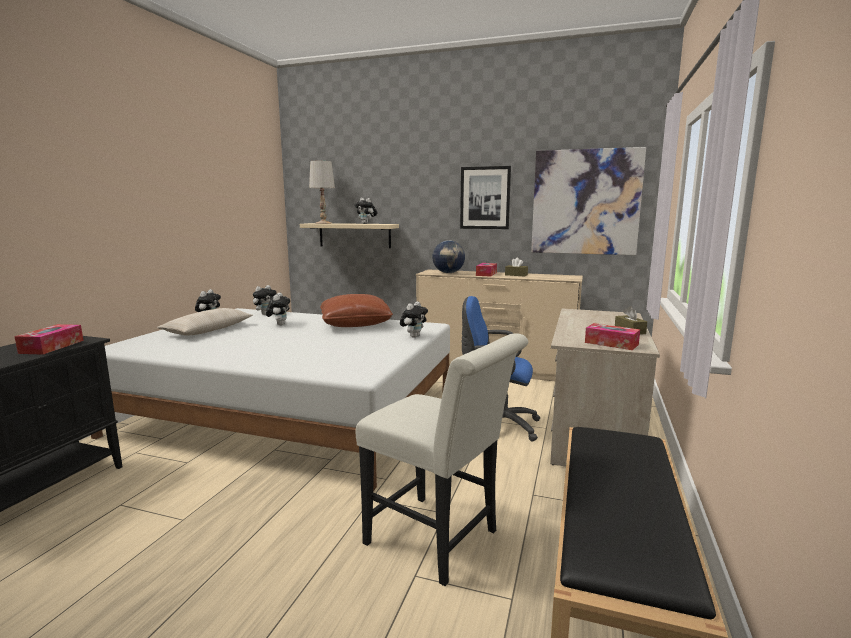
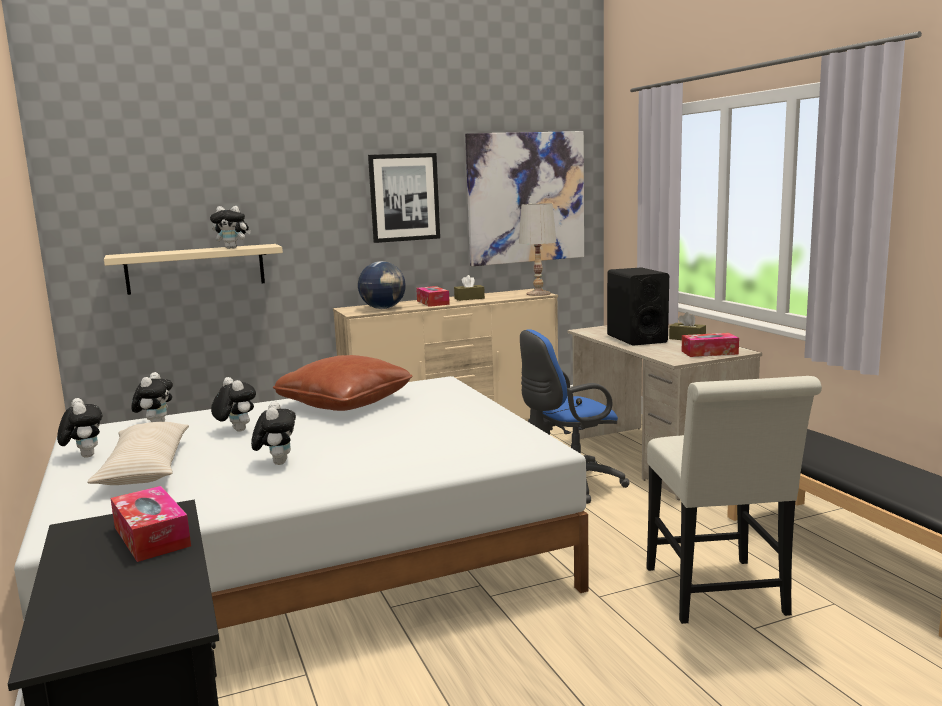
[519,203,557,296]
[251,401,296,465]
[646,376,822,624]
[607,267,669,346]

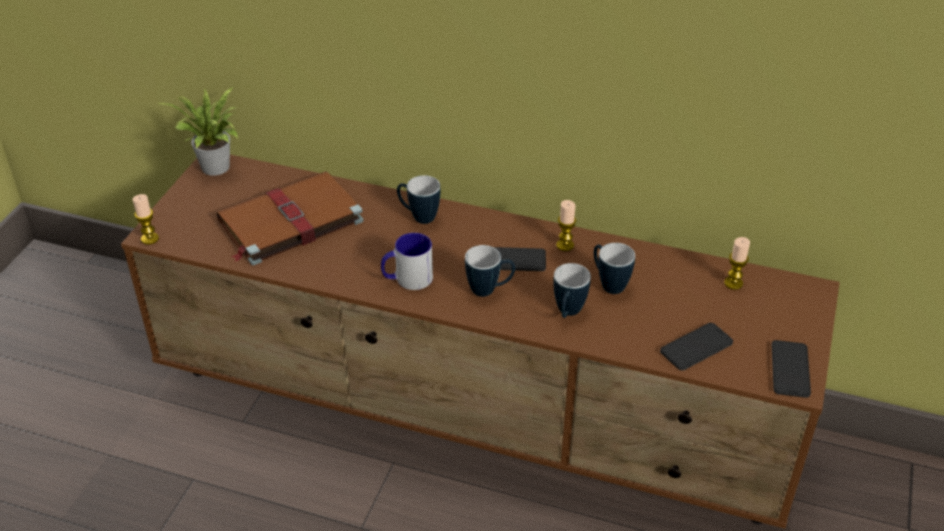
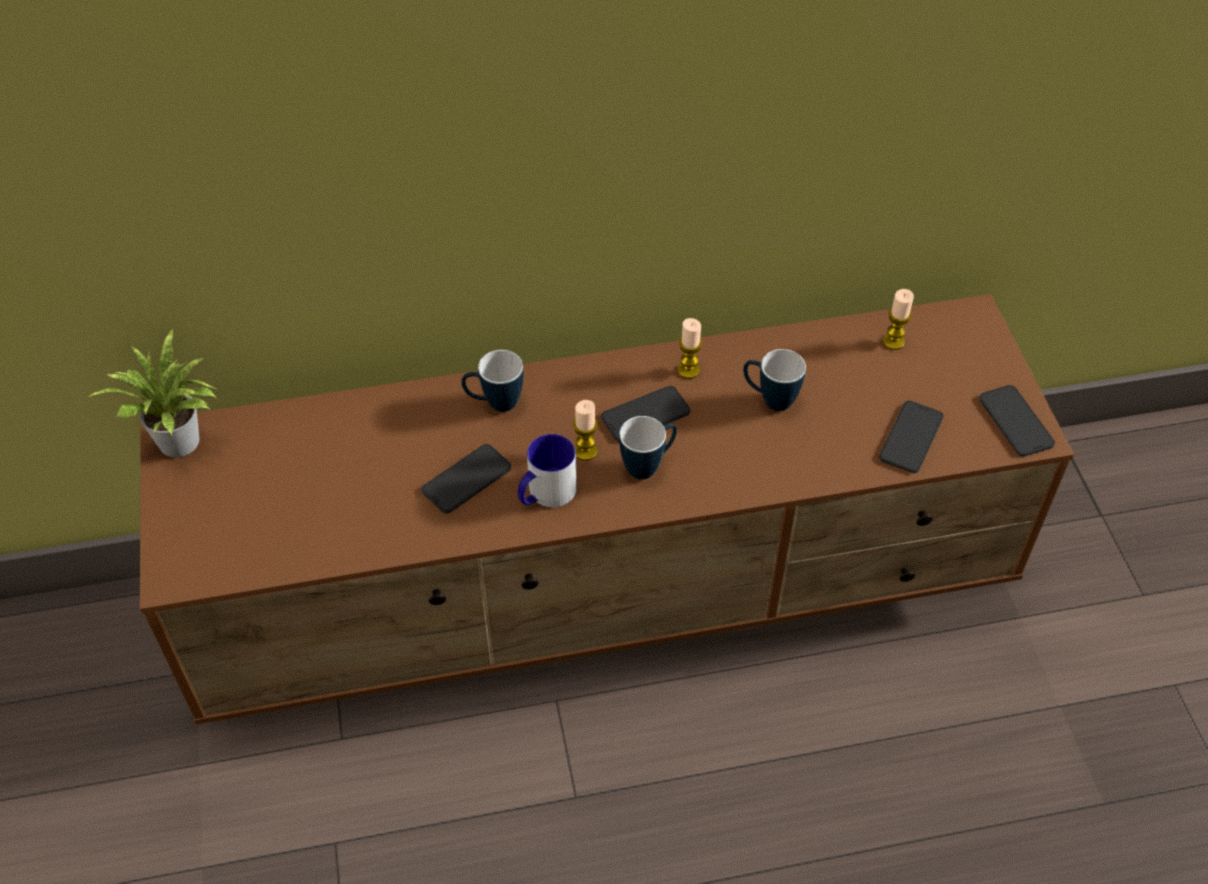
[216,171,363,265] (first image)
[573,400,598,461]
[553,263,591,318] (first image)
[422,444,511,514]

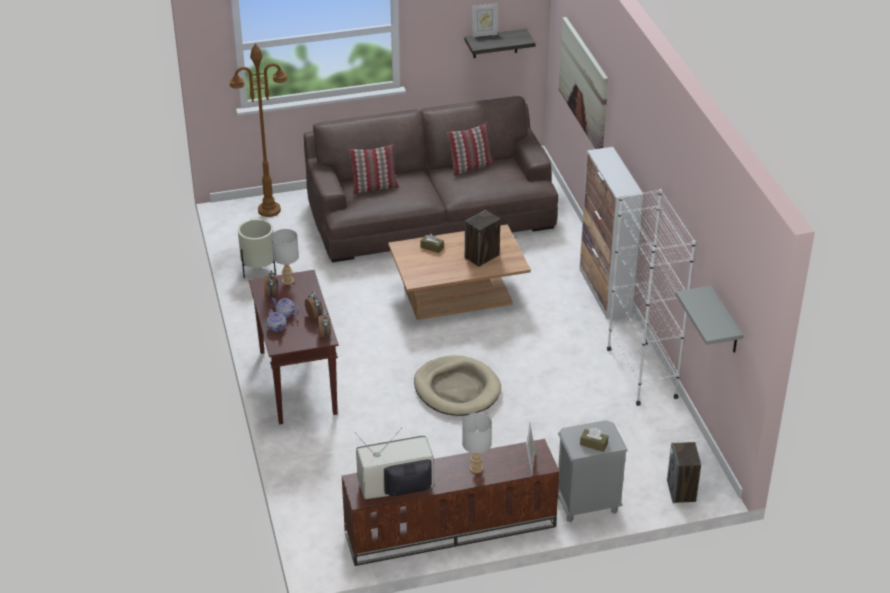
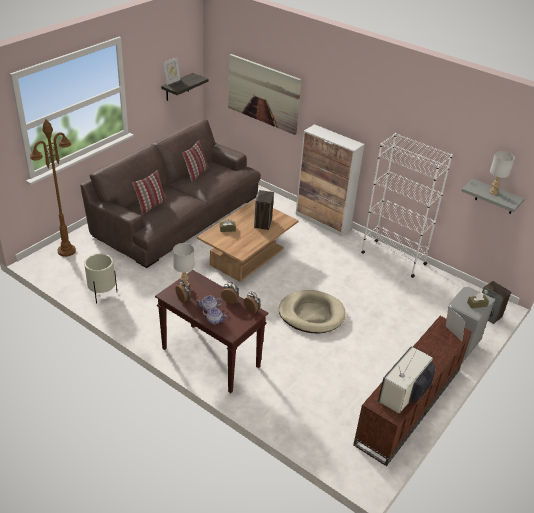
[489,151,515,195]

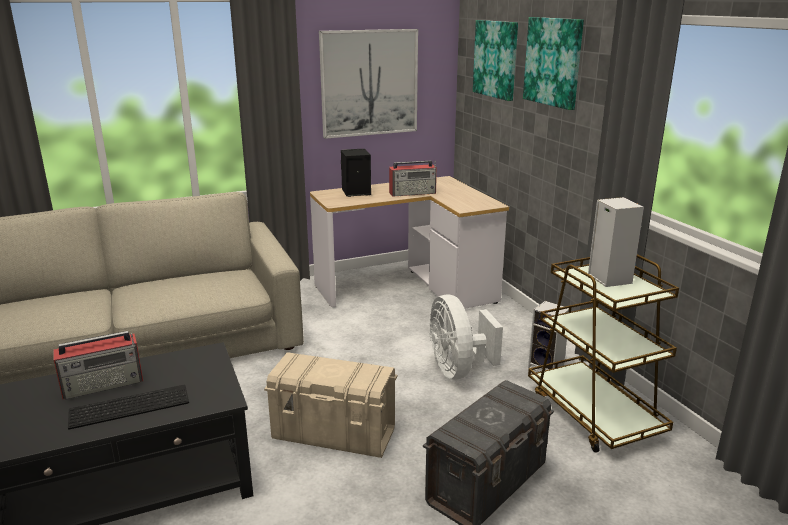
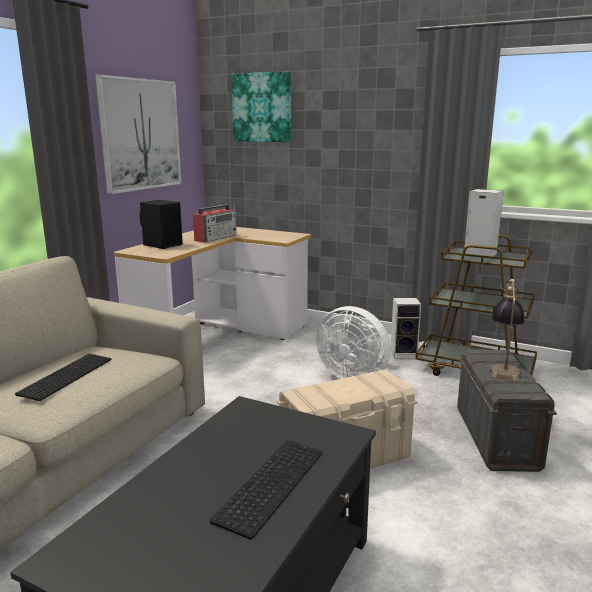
[523,17,584,110] (first image)
[54,331,143,400] (first image)
[489,279,525,381]
[15,354,111,401]

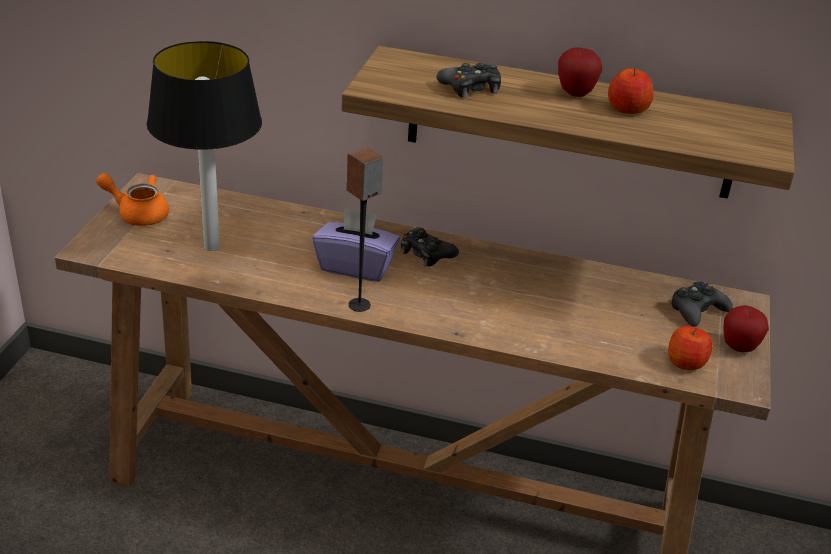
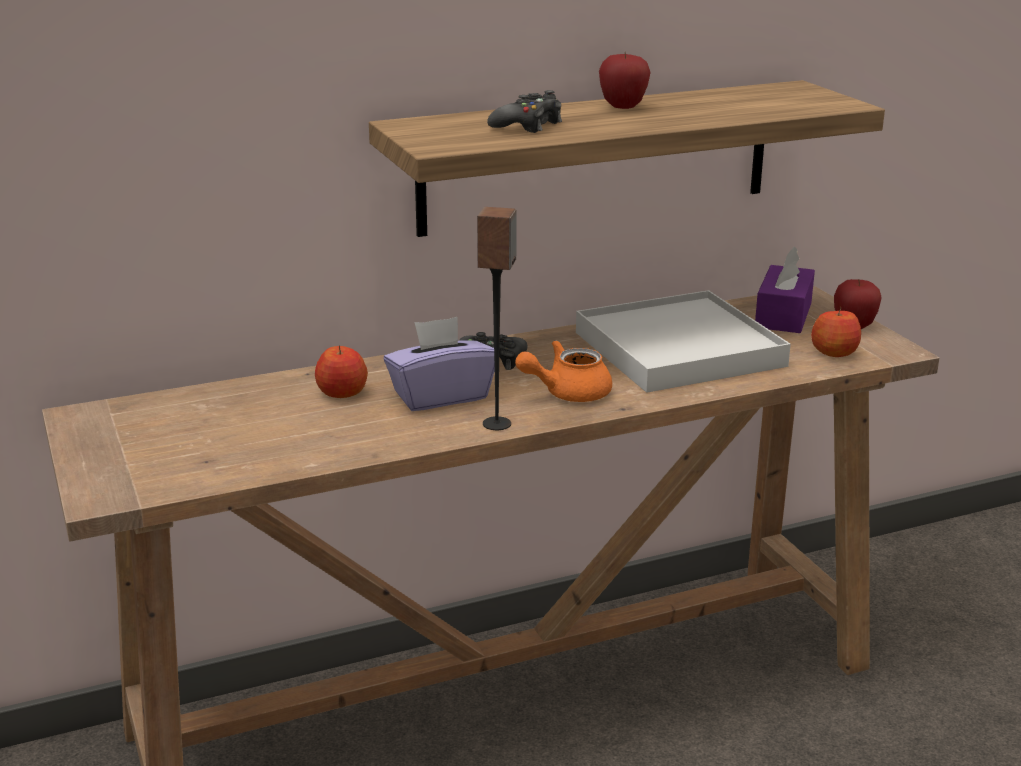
[147,41,262,251] (first image)
[315,345,368,398]
[515,340,612,402]
[755,247,815,333]
[576,290,791,393]

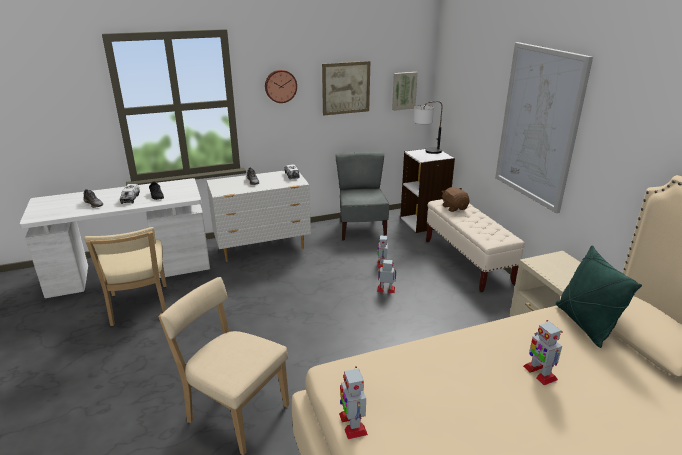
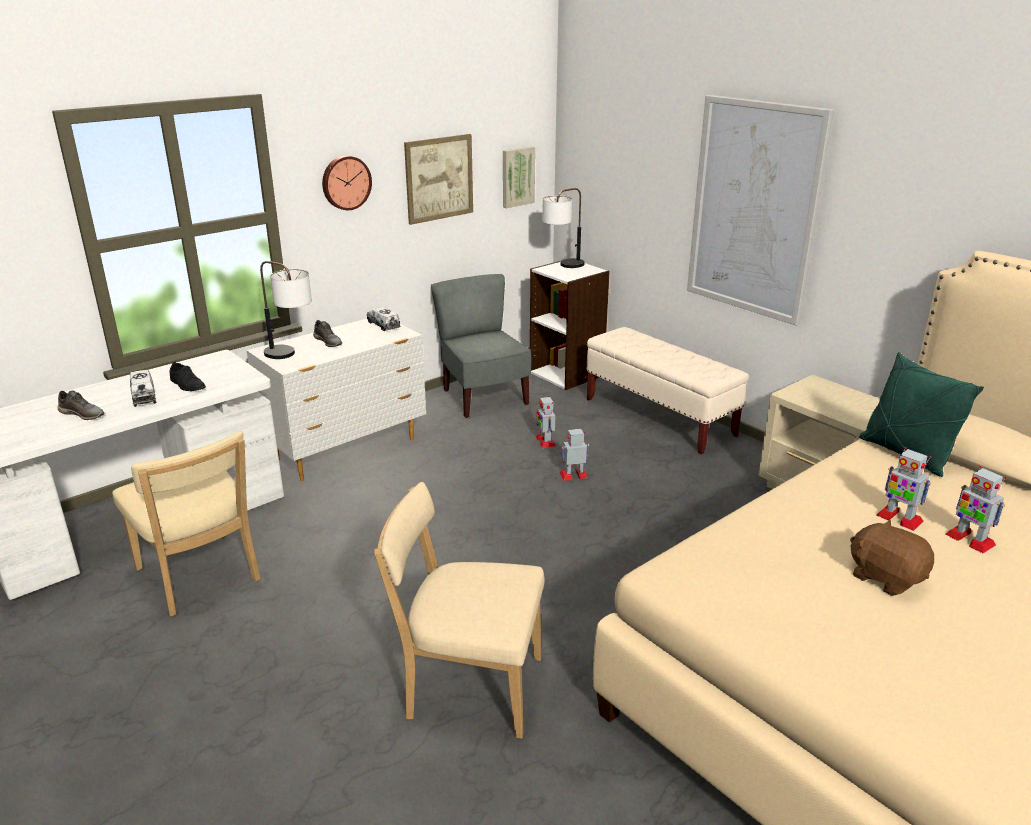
[850,520,934,596]
[945,466,1007,553]
[260,261,312,359]

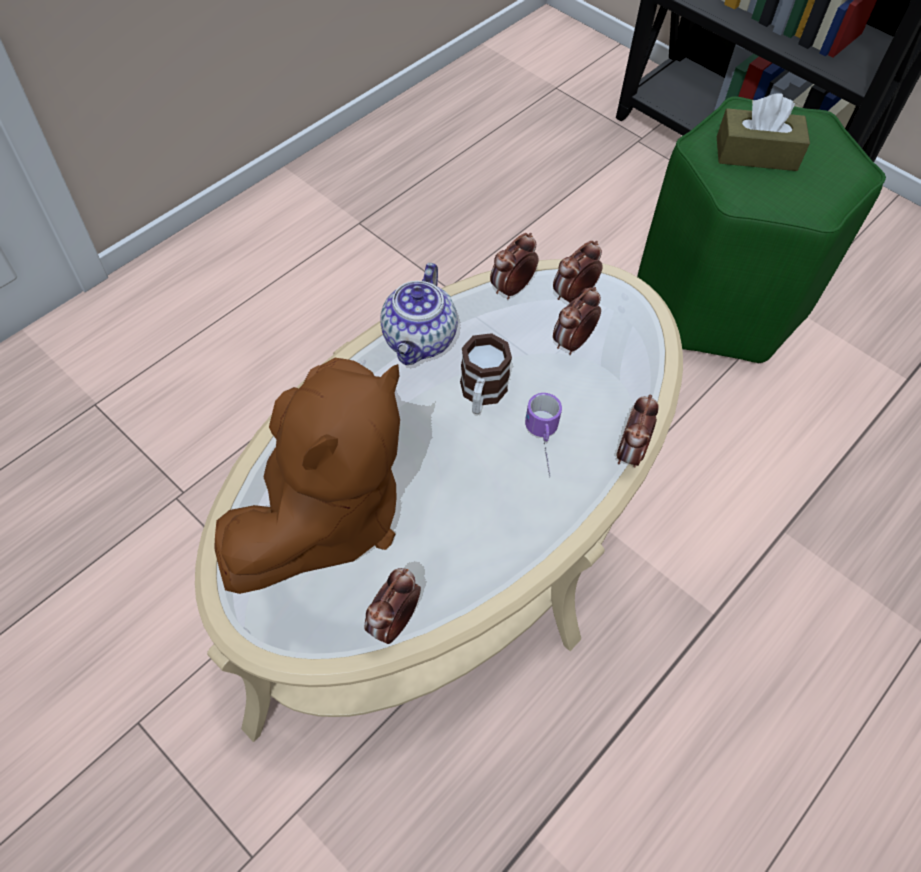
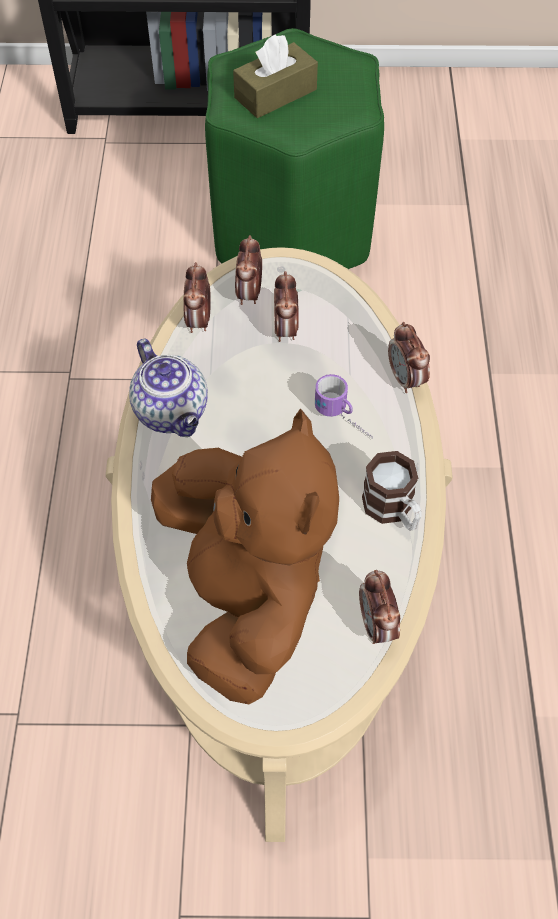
[362,451,422,531]

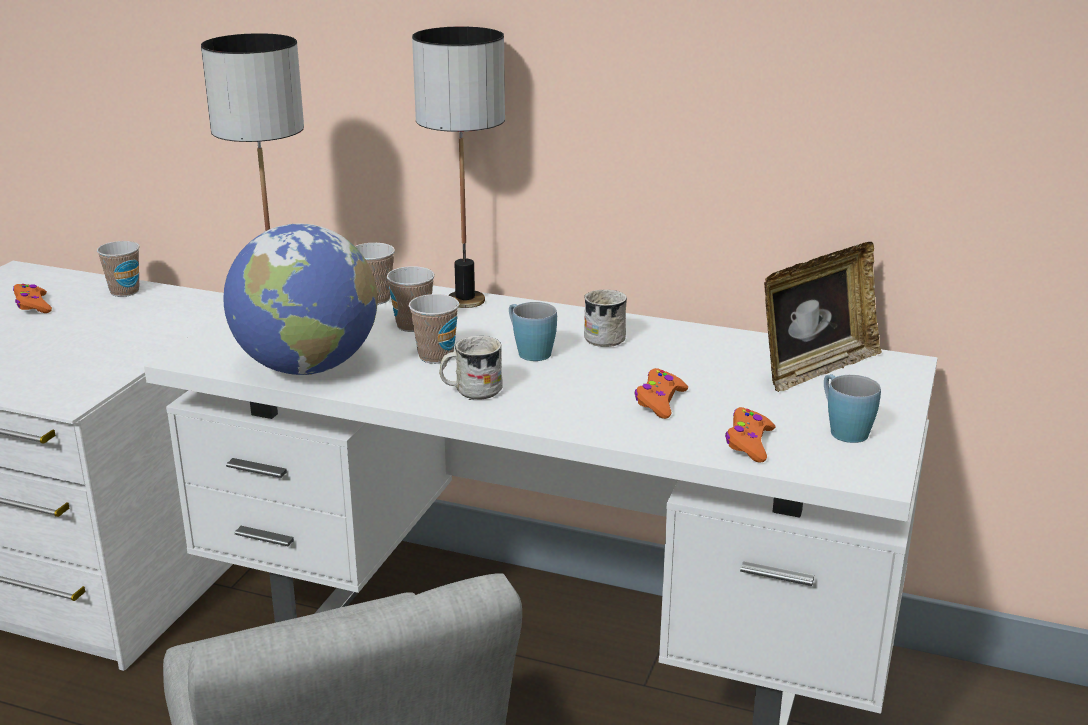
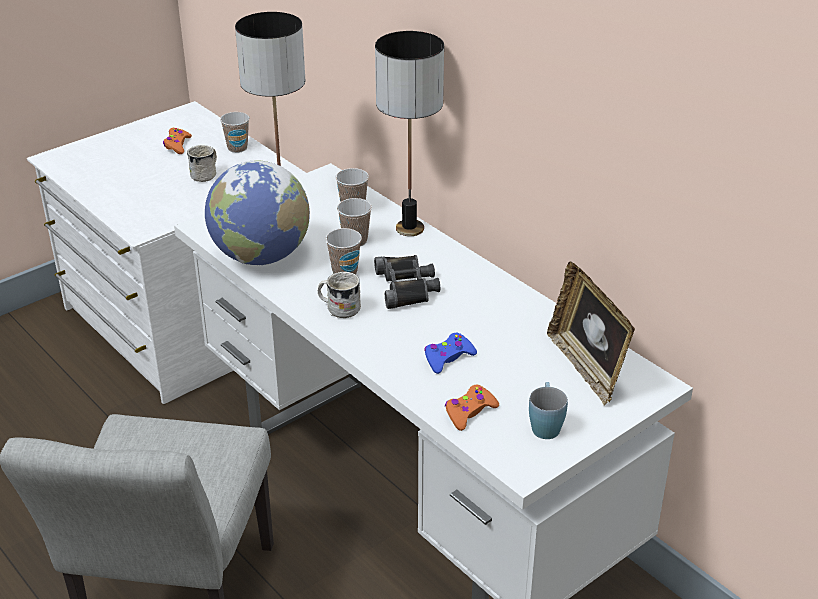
[547,261,635,406]
[187,145,217,182]
[374,255,440,309]
[424,333,477,374]

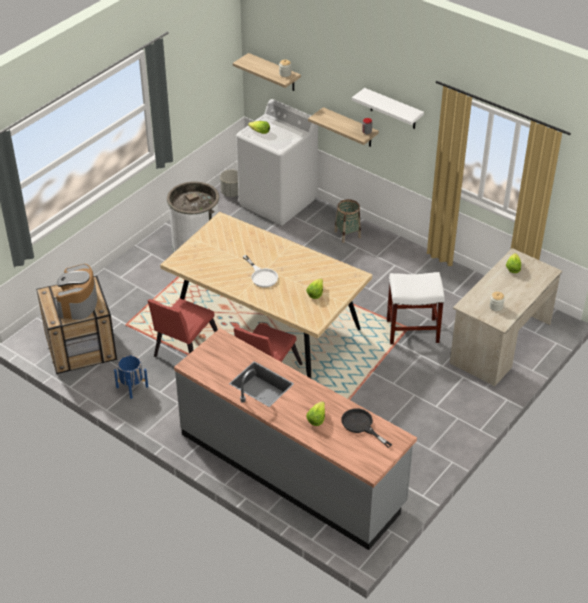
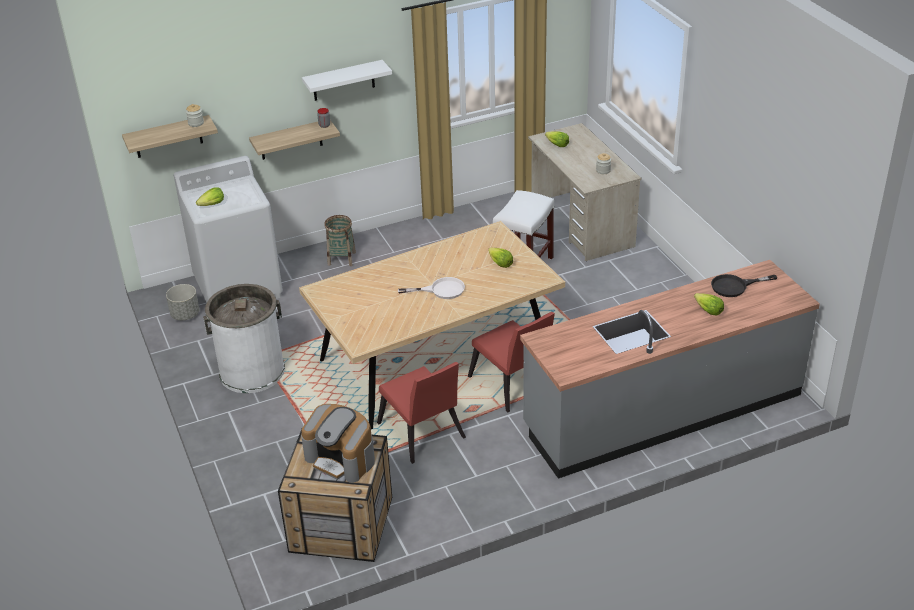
[114,355,148,399] (first image)

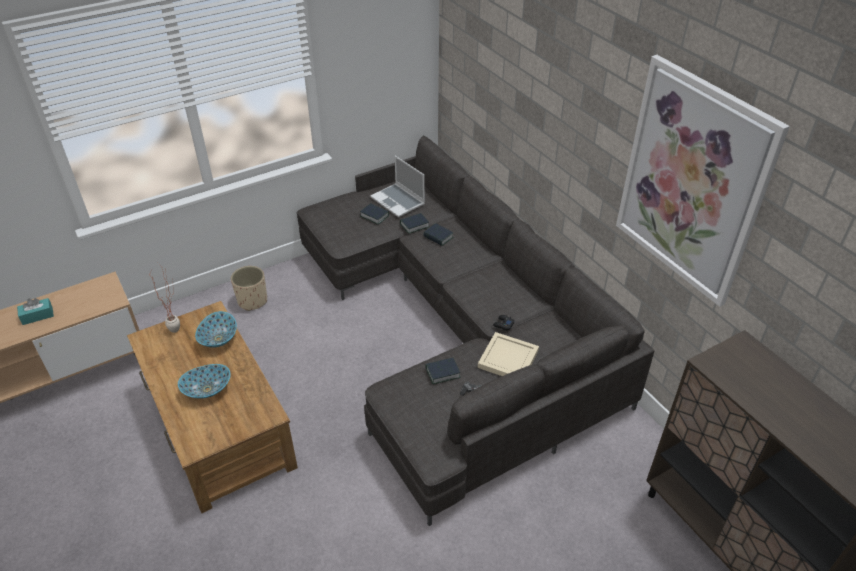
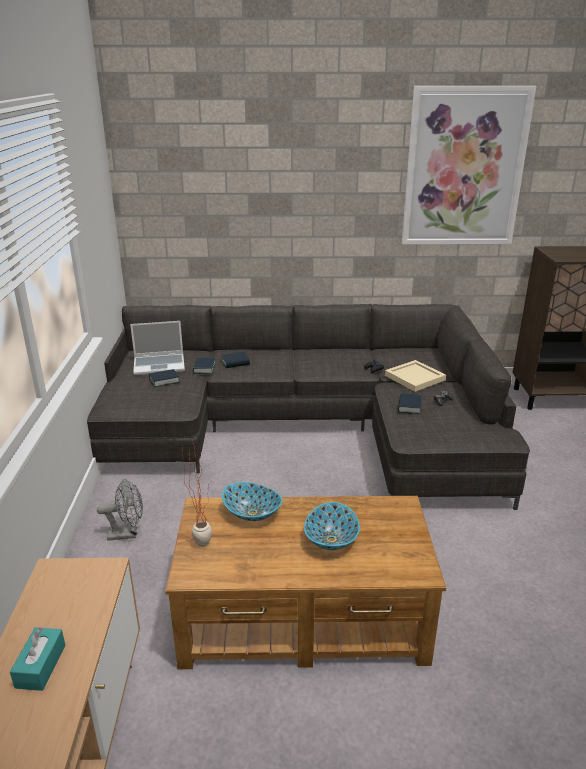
[97,479,143,541]

